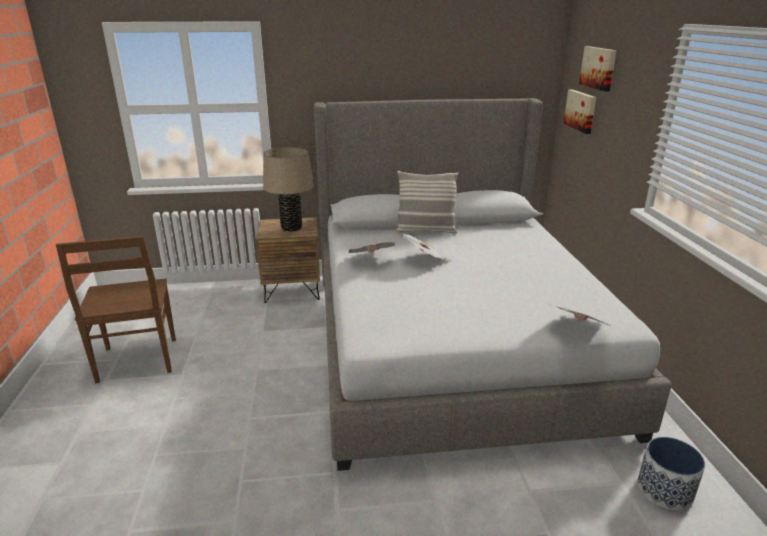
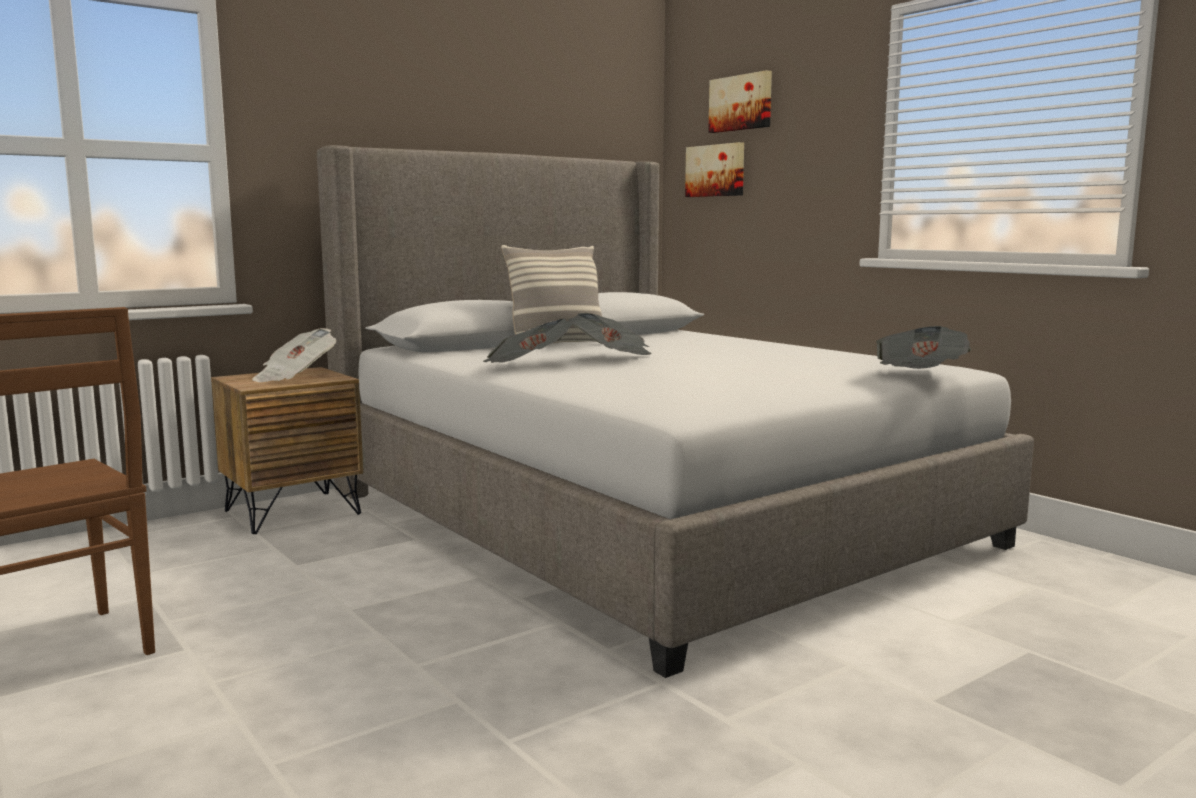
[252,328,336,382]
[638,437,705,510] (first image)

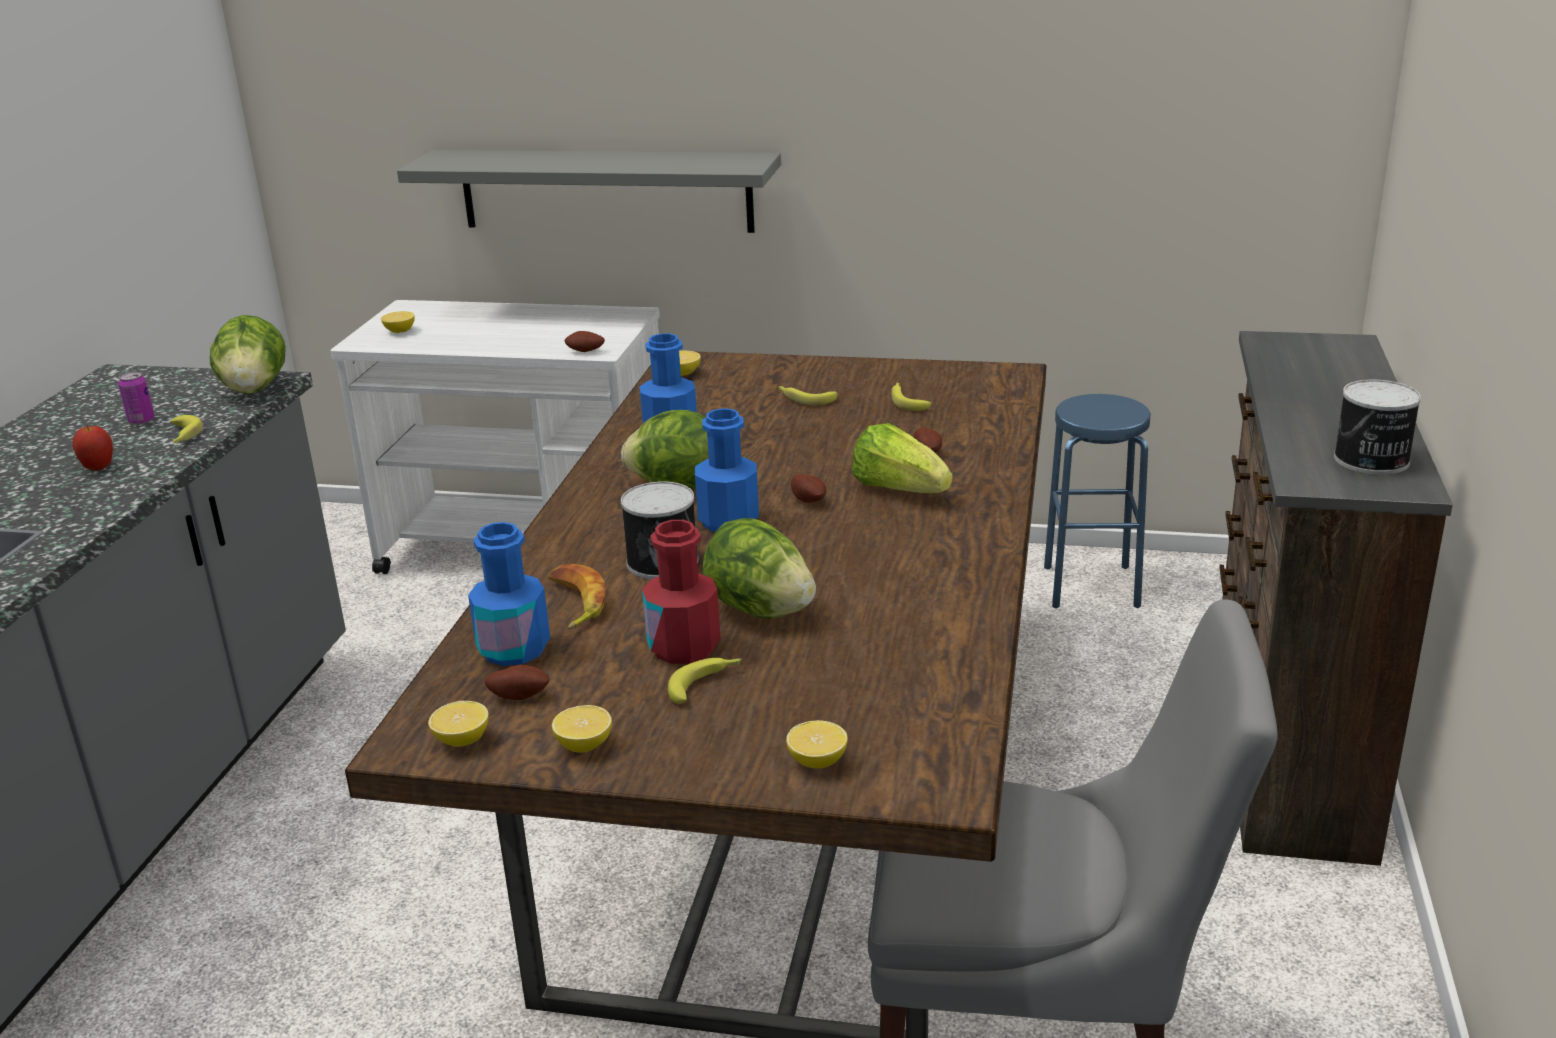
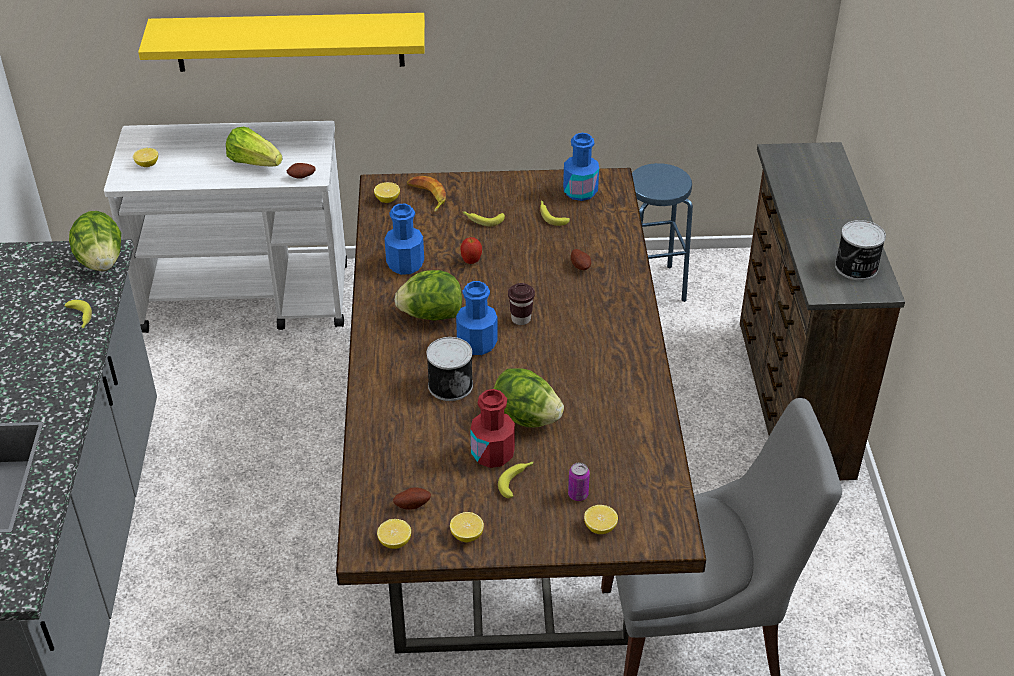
[138,13,425,72]
[568,463,590,501]
[226,127,282,166]
[461,237,482,264]
[508,283,535,325]
[563,133,599,201]
[407,176,446,212]

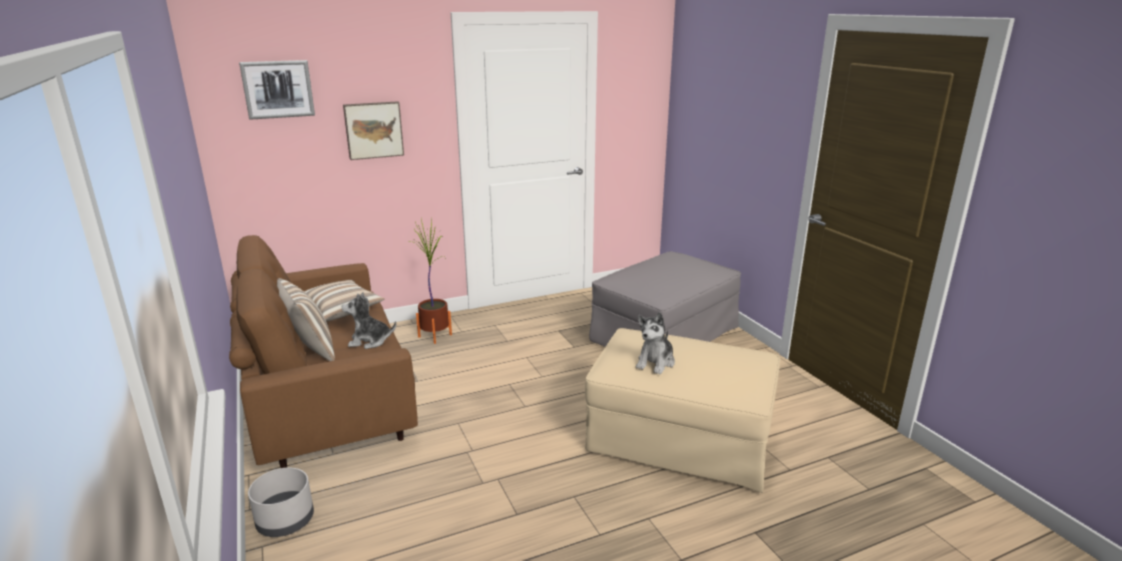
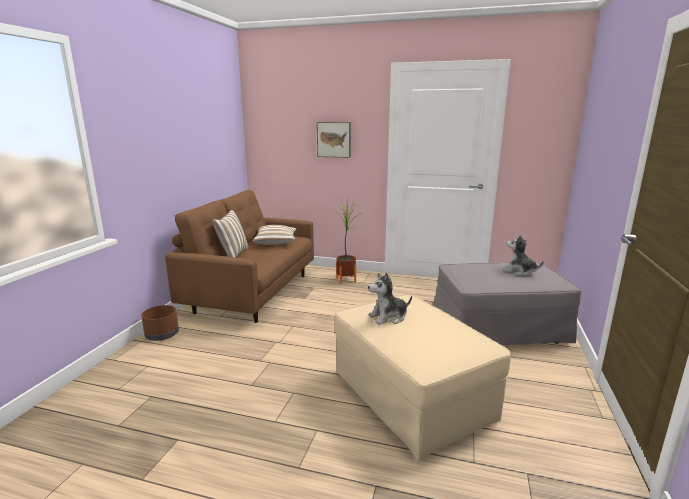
[239,60,315,120] (first image)
[504,234,544,276]
[141,305,179,341]

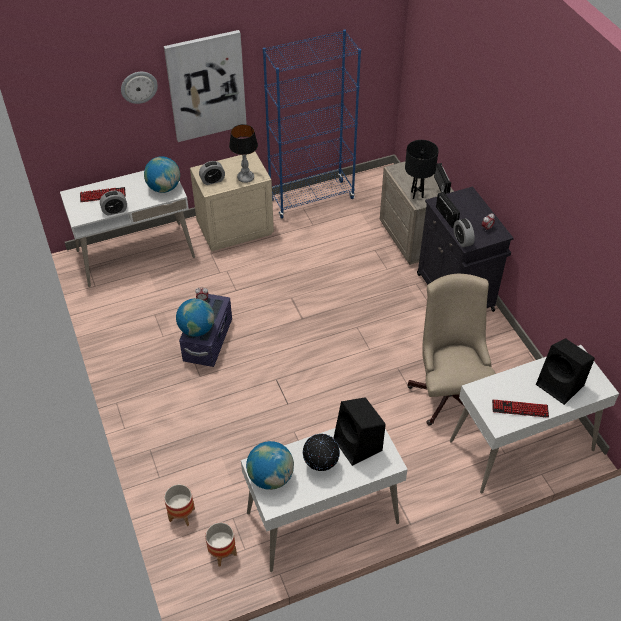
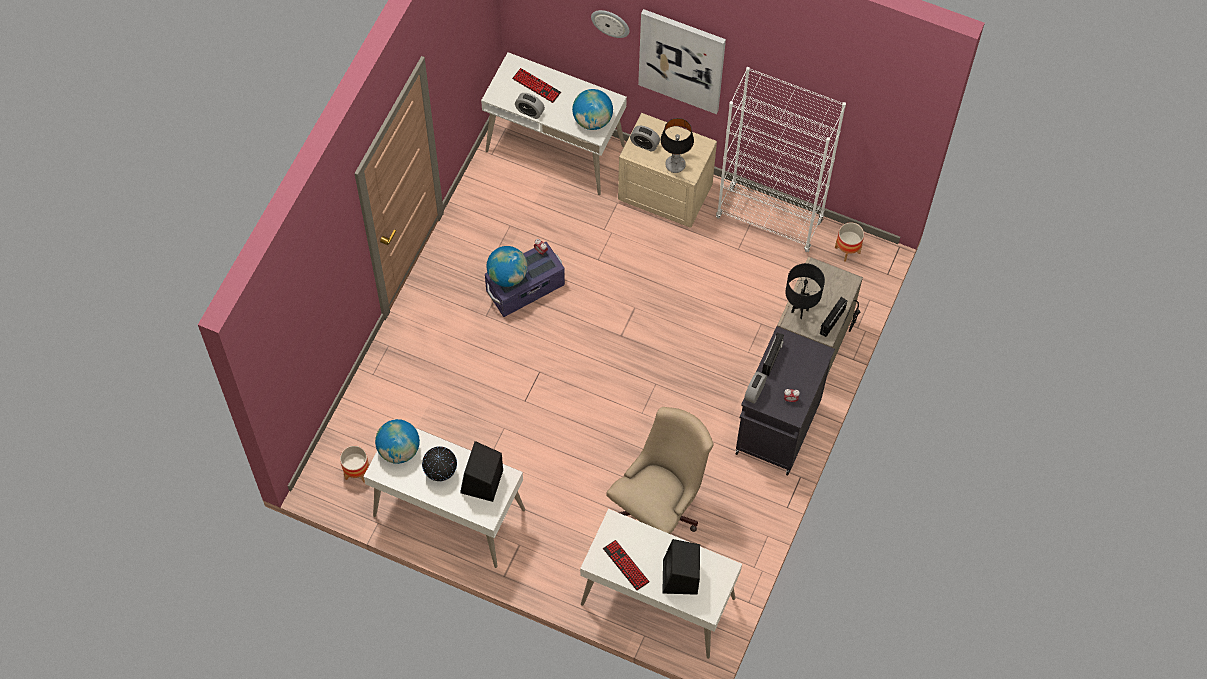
[716,67,846,252]
[835,222,864,262]

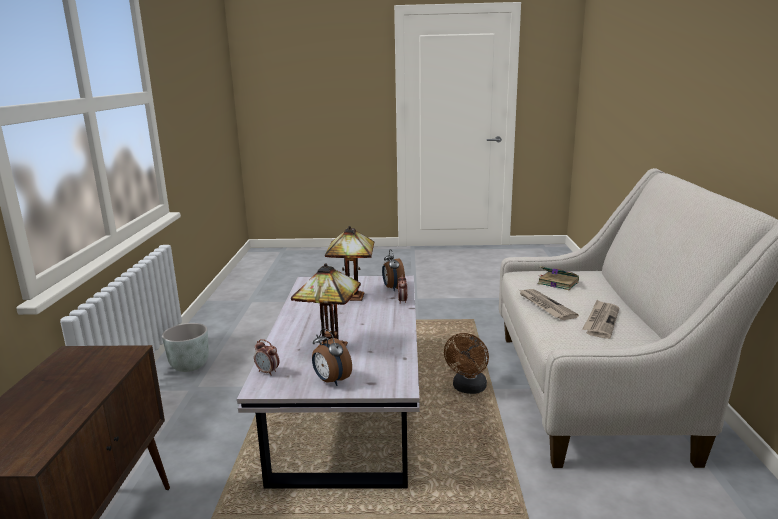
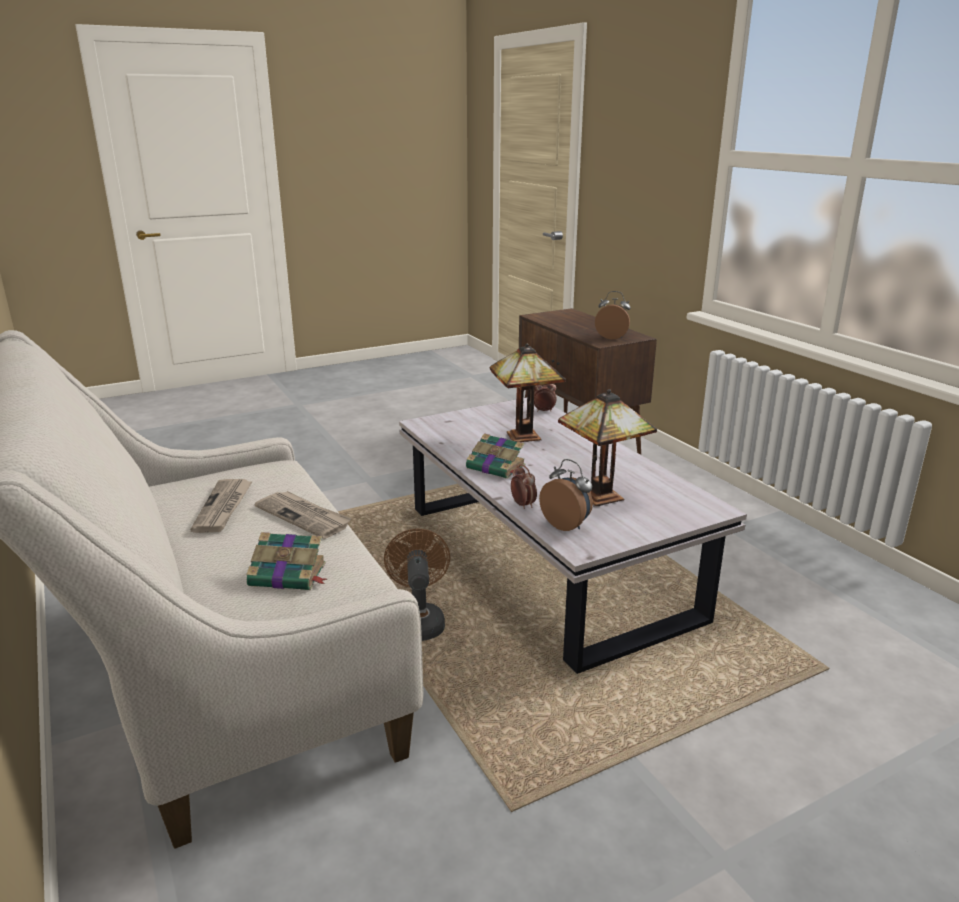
[162,323,209,372] (first image)
[595,291,631,339]
[466,433,526,479]

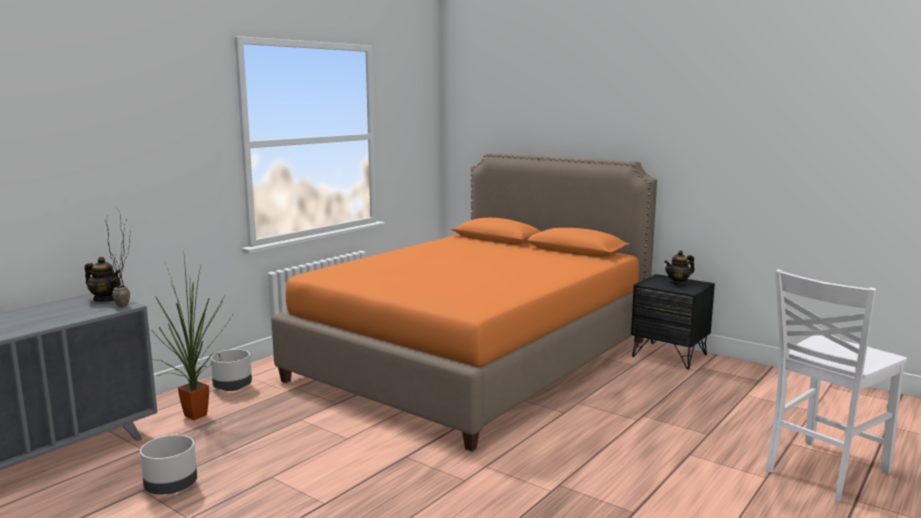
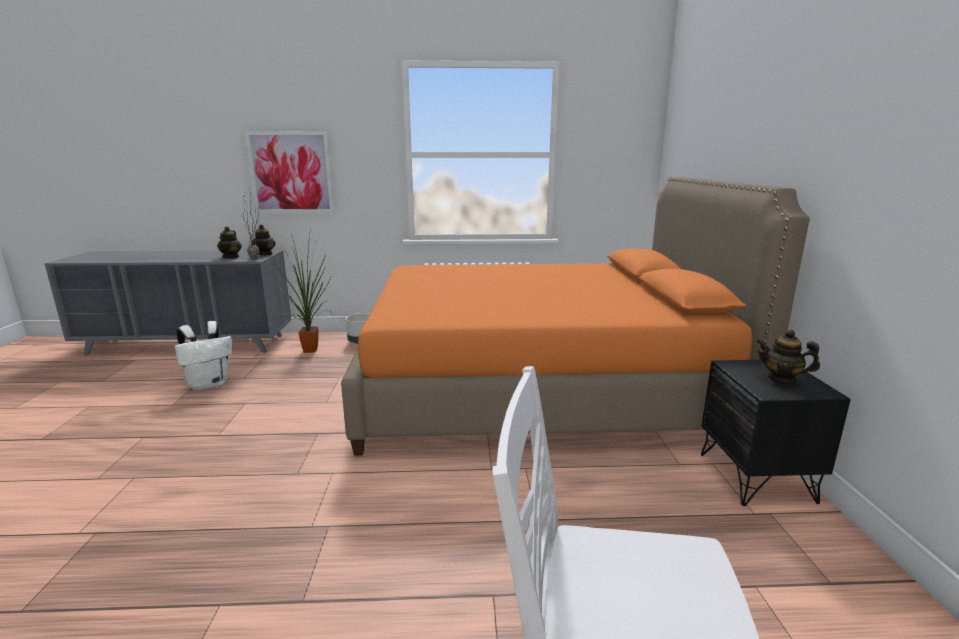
[175,321,232,391]
[245,131,334,213]
[217,226,242,259]

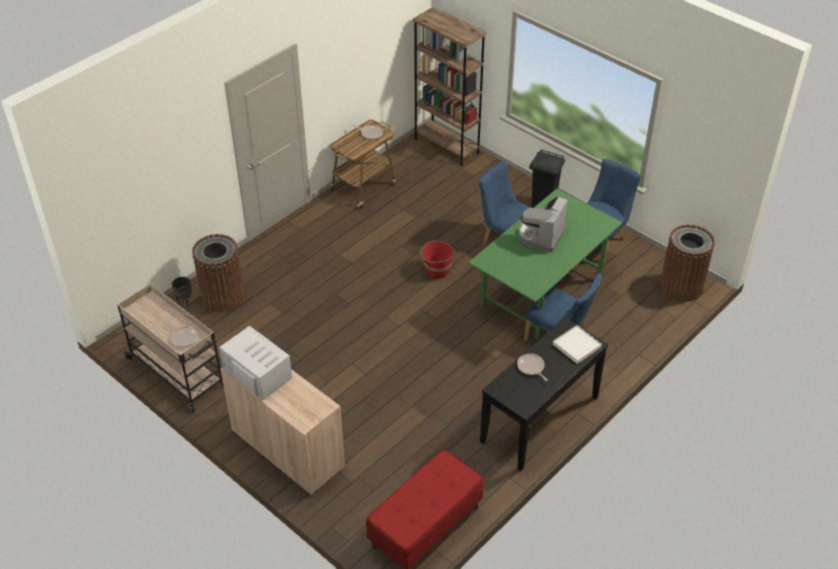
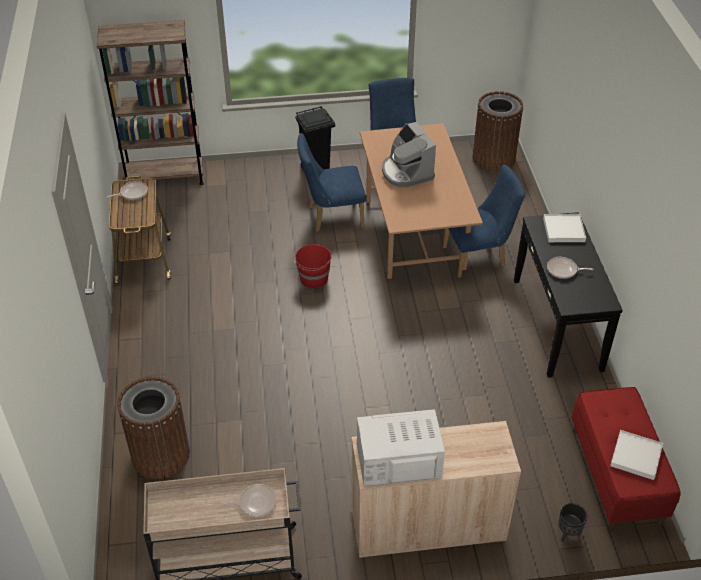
[360,123,483,279]
[558,503,587,542]
[610,430,663,480]

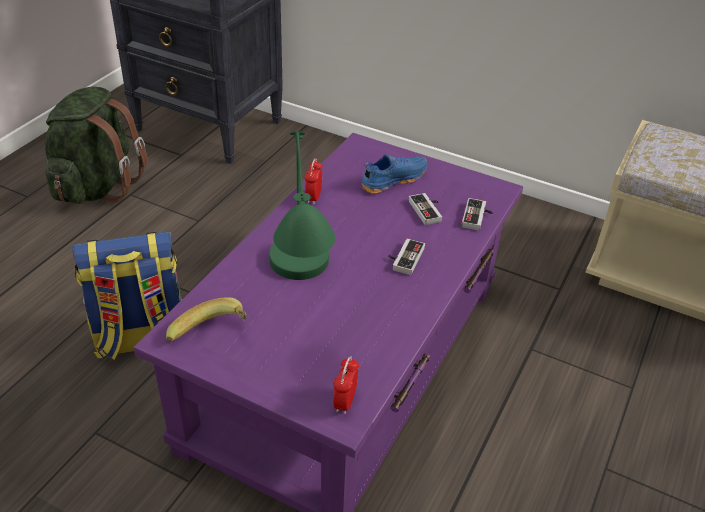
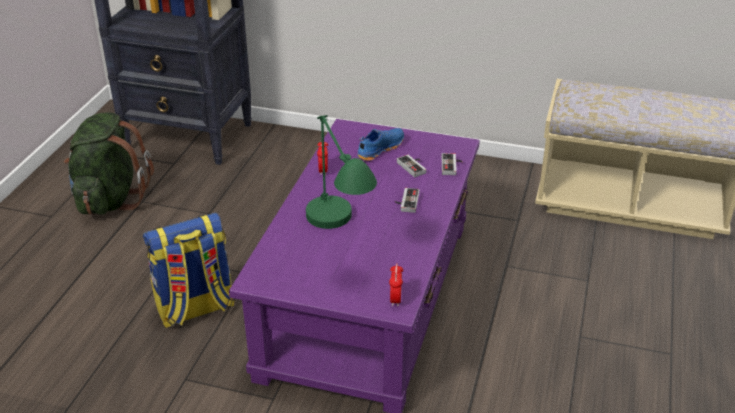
[166,297,247,342] (first image)

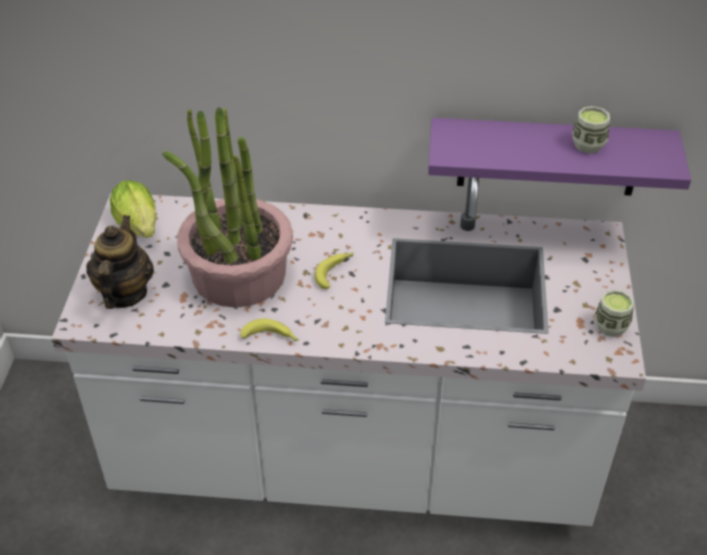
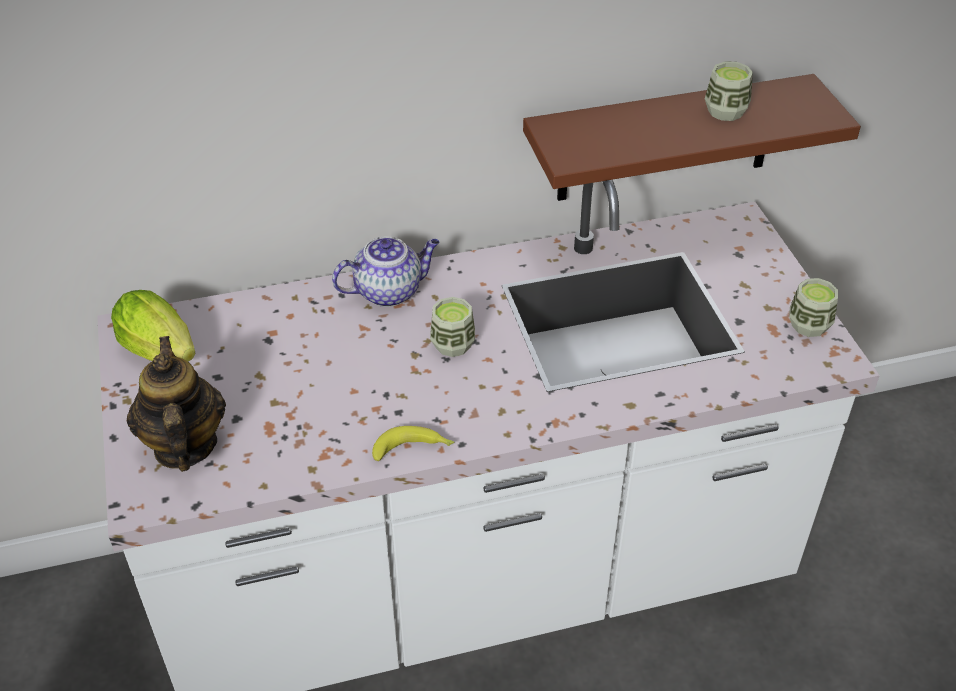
[162,107,293,308] (first image)
[523,74,861,201]
[430,297,475,357]
[332,236,439,307]

